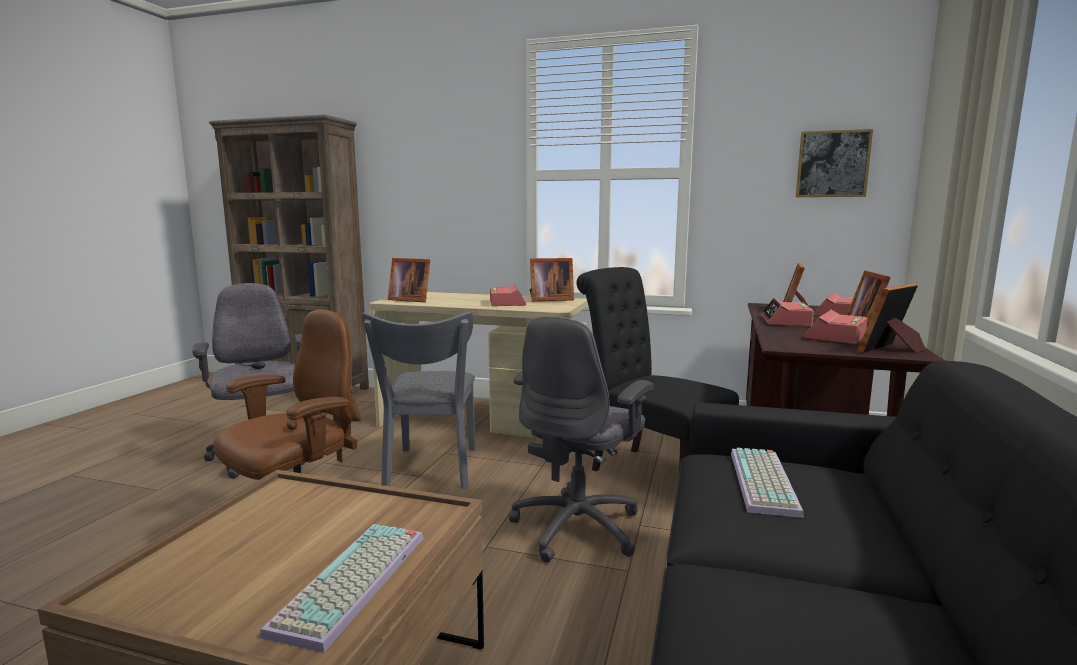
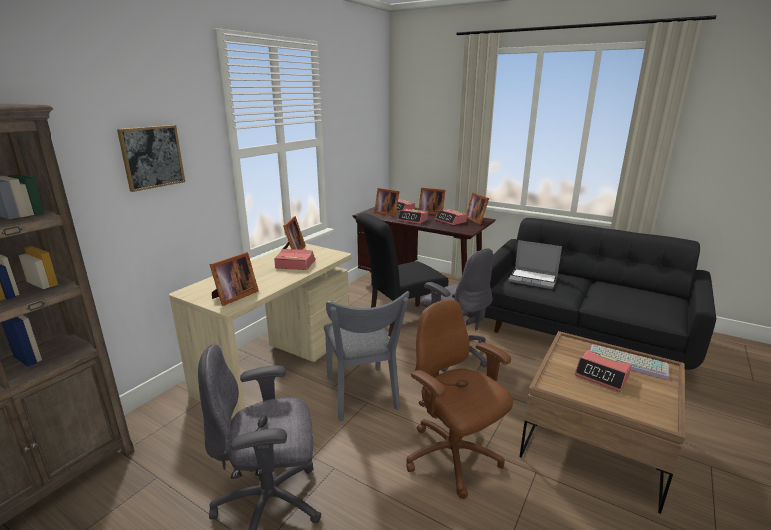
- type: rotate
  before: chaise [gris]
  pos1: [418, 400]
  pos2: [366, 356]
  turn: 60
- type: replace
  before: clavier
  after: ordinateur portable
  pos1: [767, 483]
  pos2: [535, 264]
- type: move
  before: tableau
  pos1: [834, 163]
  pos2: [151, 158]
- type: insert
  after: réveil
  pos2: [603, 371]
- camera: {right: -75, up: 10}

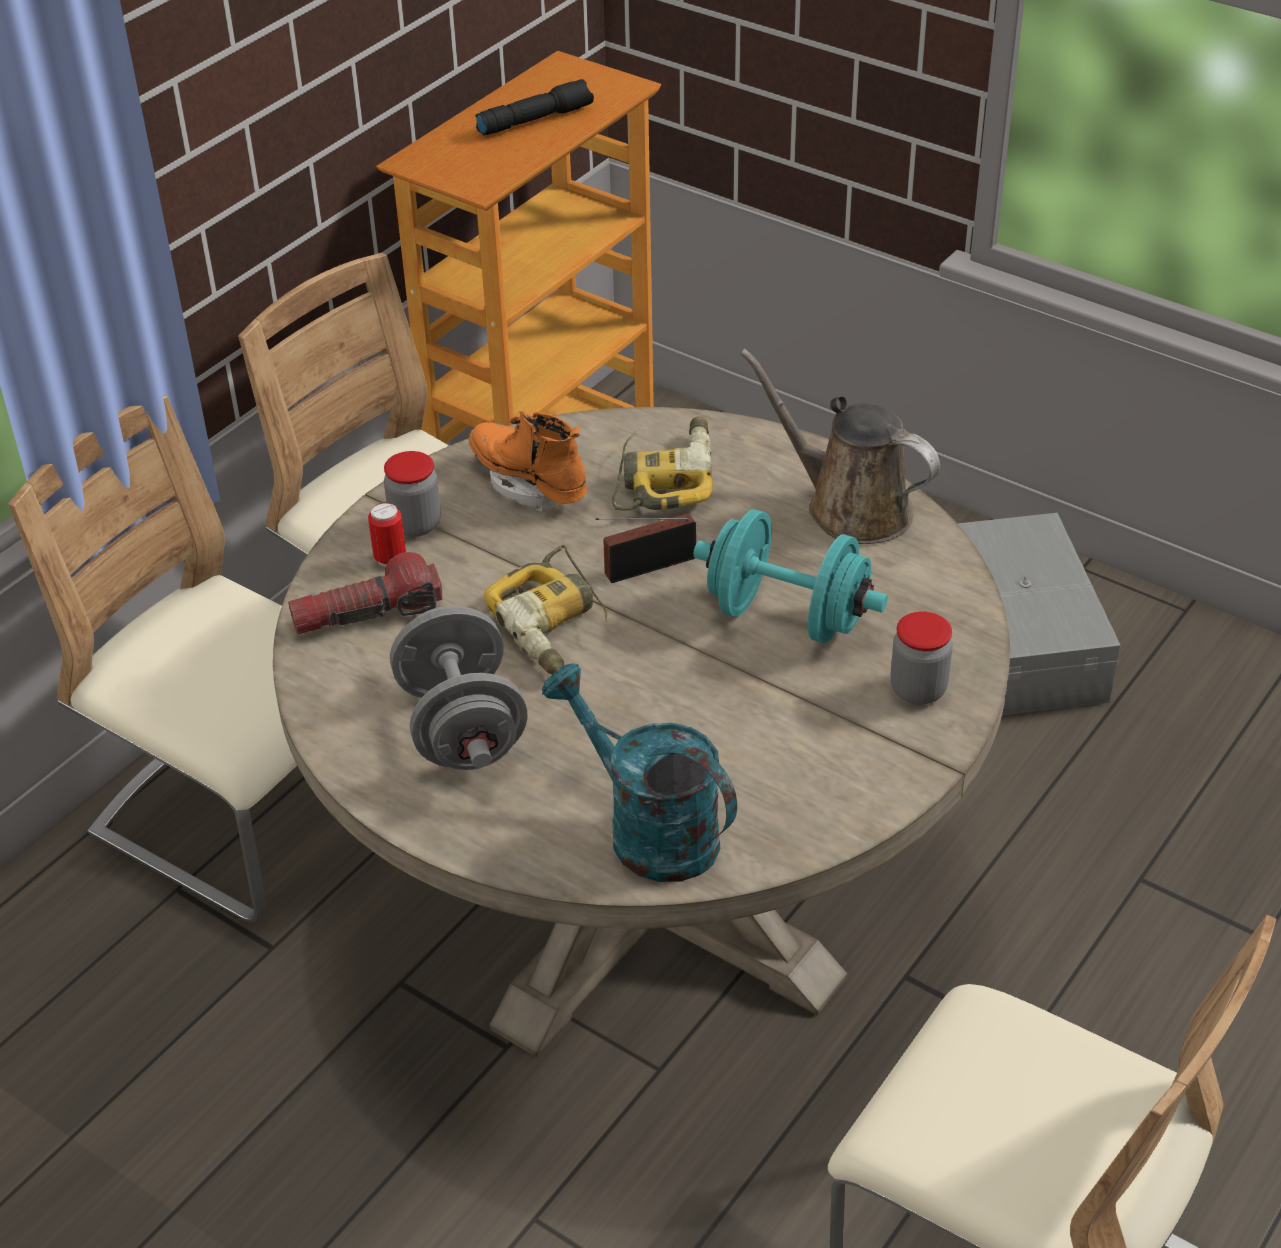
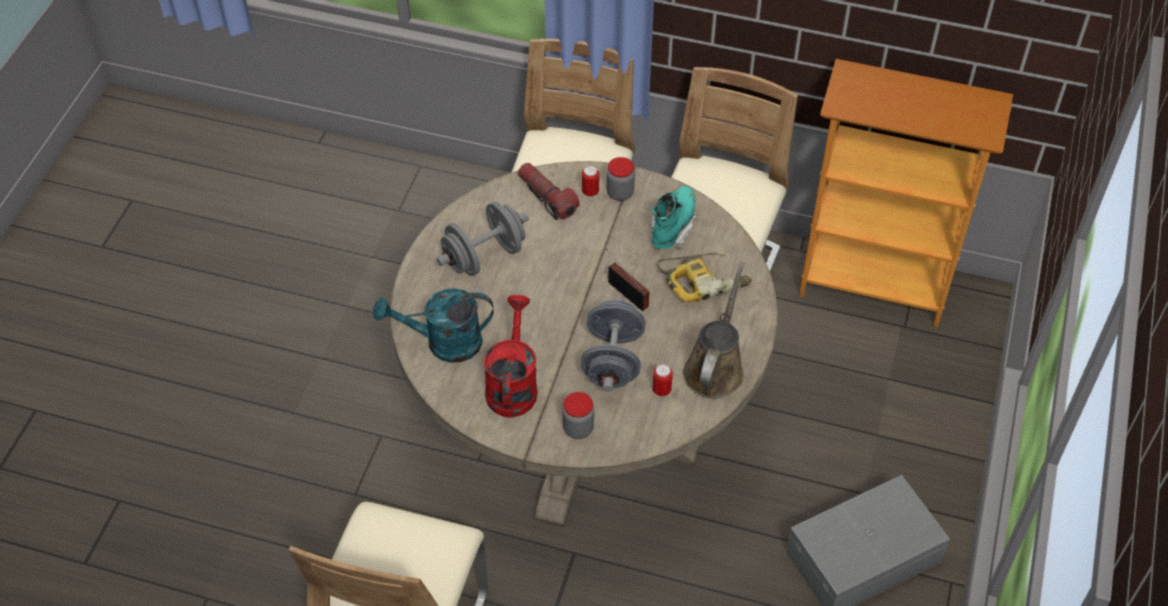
- type: recolor
  before: botte [orange]
  after: botte [turquoise]
  pos1: [527, 461]
  pos2: [674, 217]
- type: delete
  before: lampe de poche [noir]
  pos1: [534, 107]
- type: delete
  before: perceuse
  pos1: [546, 610]
- type: rotate
  before: arrosoir [turquoise]
  pos1: [639, 772]
  pos2: [433, 325]
  turn: -120
- type: recolor
  before: haltère [turquoise]
  after: haltère [gris]
  pos1: [790, 576]
  pos2: [613, 345]
- type: insert
  after: arrosoir [rouge]
  pos2: [511, 356]
- type: insert
  after: boîte métallique
  pos2: [663, 380]
- camera: {right: 70, up: 10}

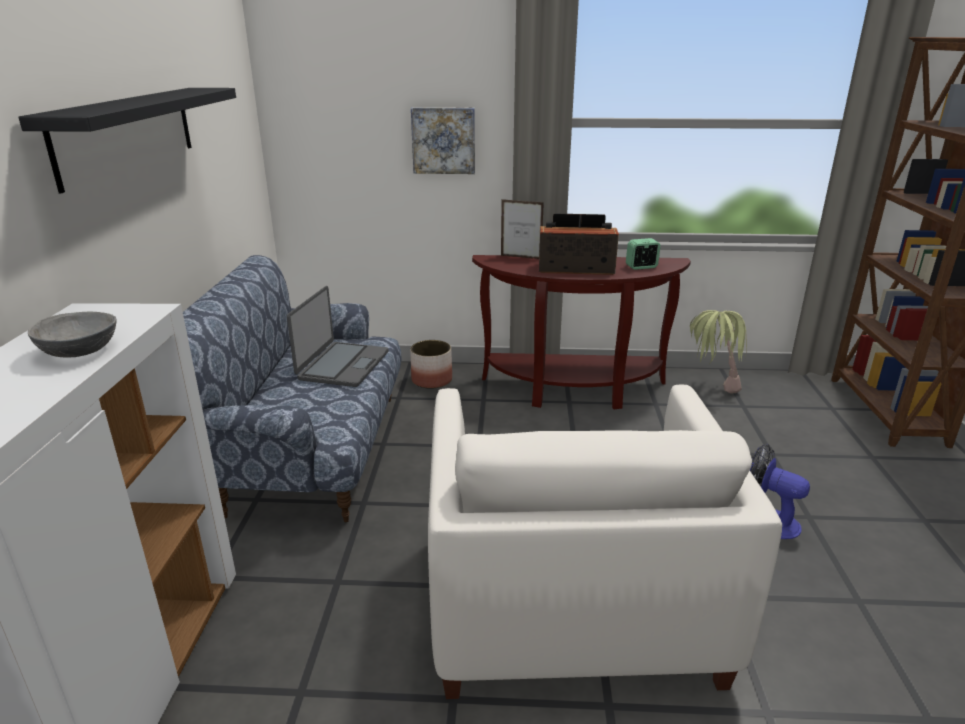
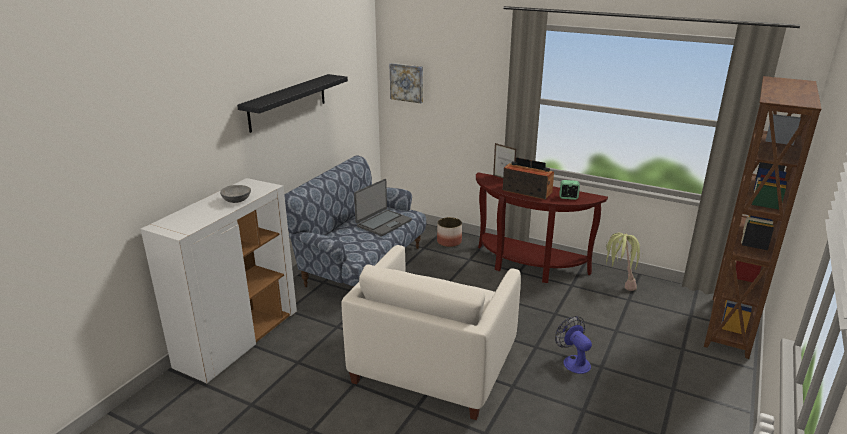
- type: move
  before: tableau
  pos1: [443, 140]
  pos2: [406, 83]
- camera: {right: 25, up: 0}

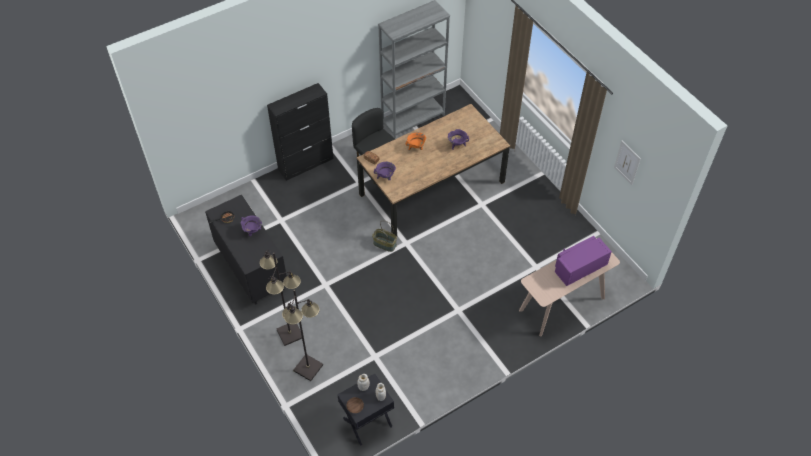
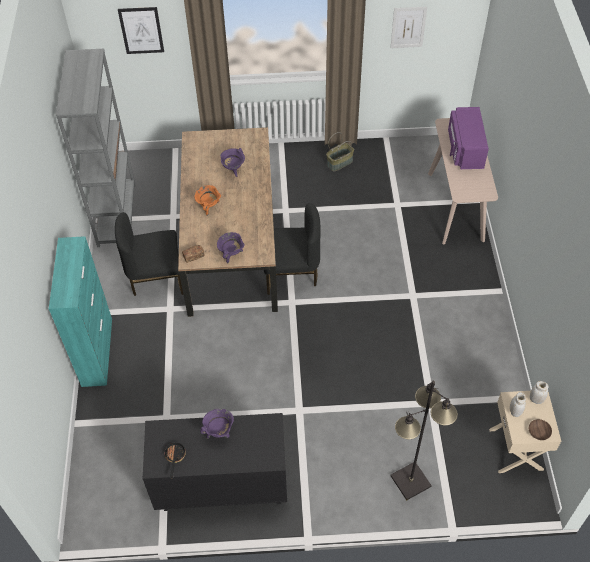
- type: delete
  before: lampadaire [noir]
  pos1: [281, 298]
- type: recolor
  before: meuble de rangement [noir]
  after: meuble de rangement [turquoise]
  pos1: [300, 132]
  pos2: [80, 311]
- type: recolor
  before: table de chevet [noir]
  after: table de chevet [beige]
  pos1: [365, 410]
  pos2: [525, 432]
- type: move
  before: panier
  pos1: [384, 236]
  pos2: [340, 151]
- type: insert
  after: tableau
  pos2: [141, 30]
- type: insert
  after: chaise [noir]
  pos2: [292, 249]
- camera: {right: -60, up: 0}

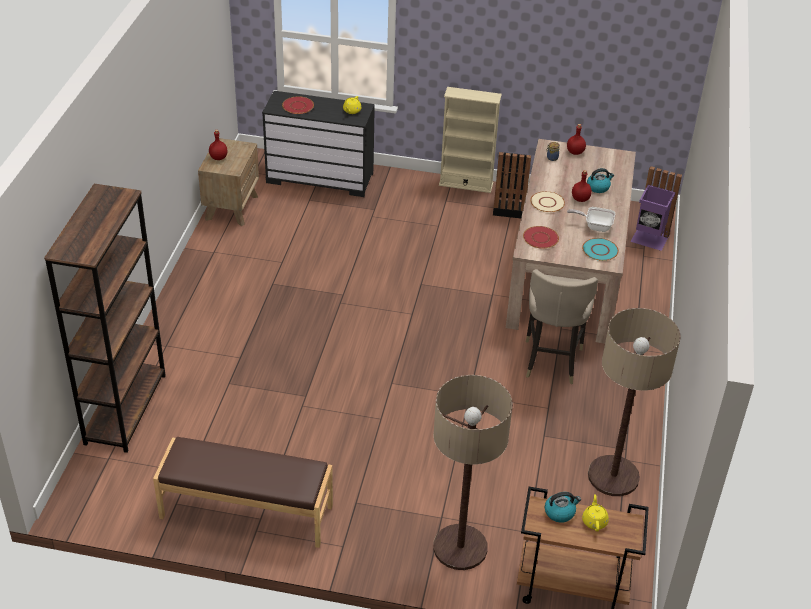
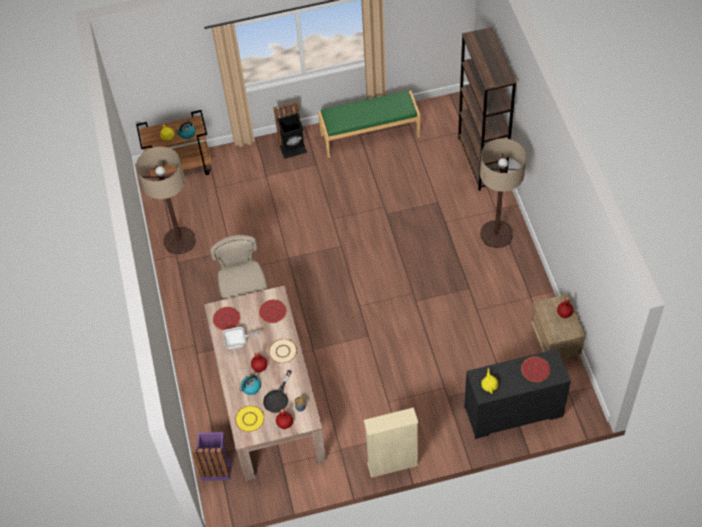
- type: recolor
  before: banc [marron]
  after: banc [vert]
  pos1: [243, 492]
  pos2: [369, 124]
- type: move
  before: lampadaire
  pos1: [473, 472]
  pos2: [503, 193]
- type: move
  before: poubelle [noir]
  pos1: [512, 185]
  pos2: [290, 130]
- type: recolor
  before: assiette [turquoise]
  after: assiette [rouge]
  pos1: [600, 249]
  pos2: [226, 318]
- type: insert
  after: assiette [jaune]
  pos2: [249, 418]
- type: insert
  after: poêle [noir]
  pos2: [277, 391]
- camera: {right: 160, up: 15}

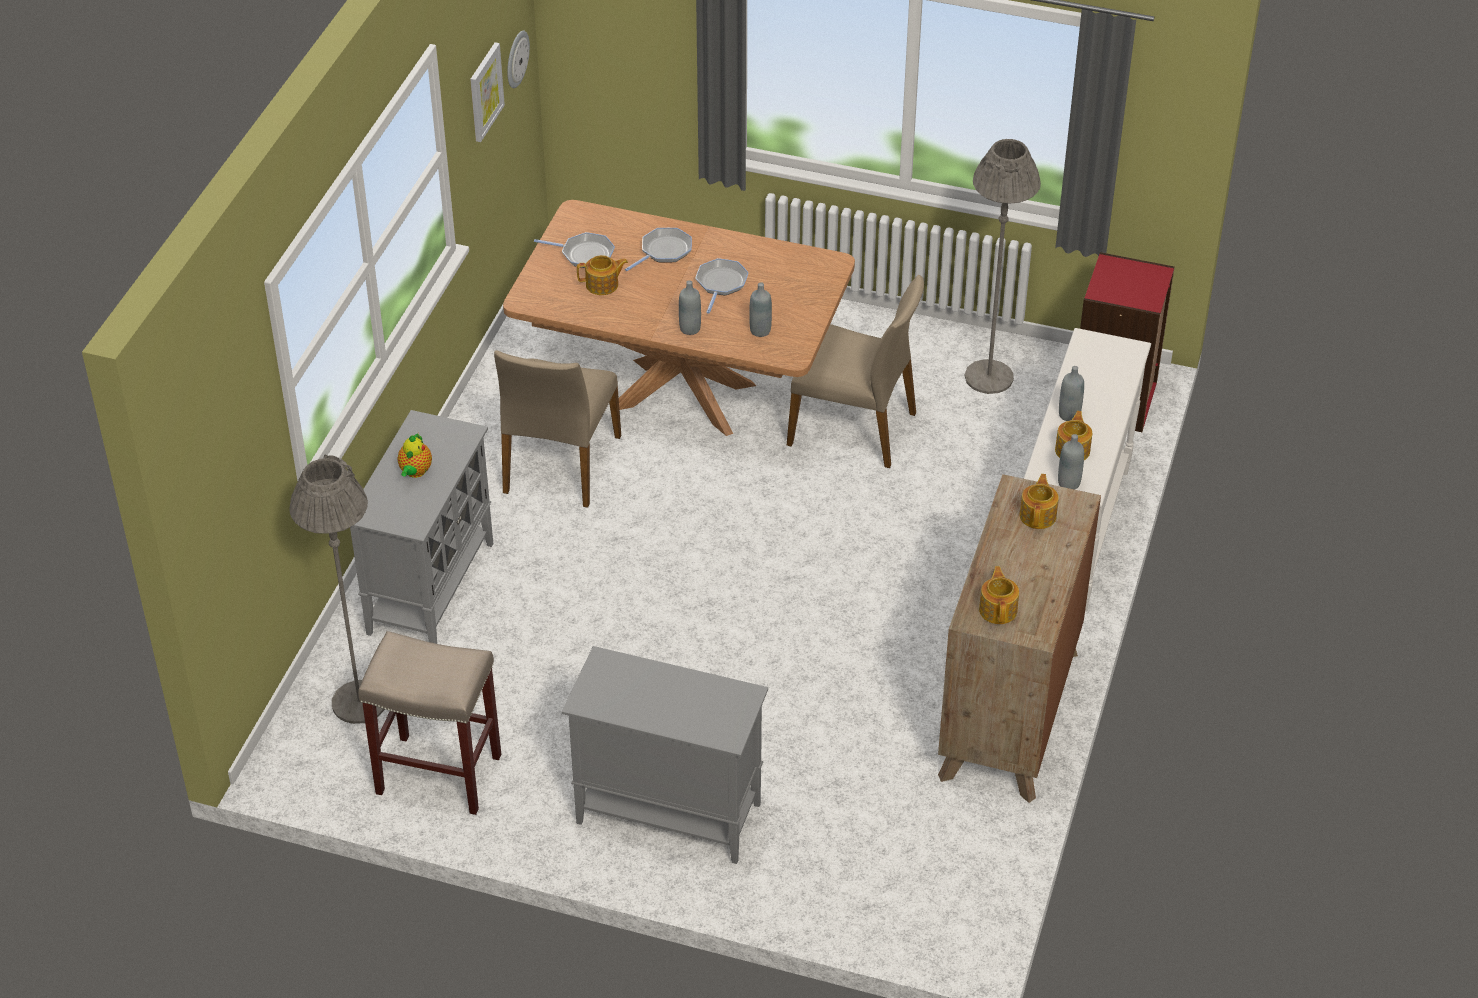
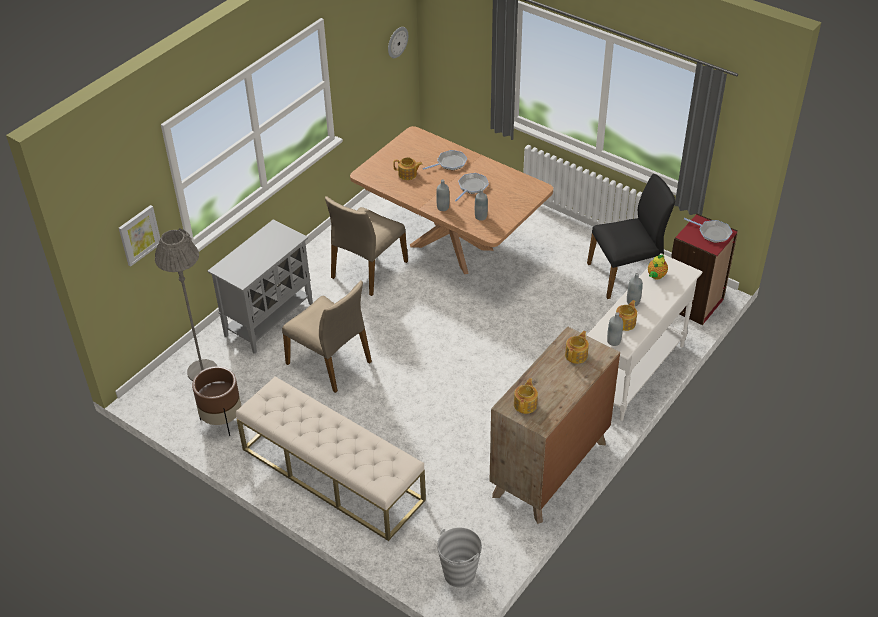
- type: replace
  before: tabouret [beige]
  after: cache-pot [marron]
  pos1: [429, 723]
  pos2: [216, 401]
- type: move
  before: théière
  pos1: [415, 455]
  pos2: [658, 267]
- type: move
  before: tableau
  pos1: [487, 92]
  pos2: [139, 235]
- type: move
  before: poêle
  pos1: [574, 250]
  pos2: [708, 230]
- type: replace
  before: meuble de rangement [gris]
  after: banc [beige]
  pos1: [665, 755]
  pos2: [331, 458]
- type: move
  before: chaise [beige]
  pos1: [855, 371]
  pos2: [327, 336]
- type: replace
  before: lampadaire [gris]
  after: chaise [noir]
  pos1: [1002, 266]
  pos2: [631, 236]
- type: insert
  after: seau [gris]
  pos2: [459, 557]
- camera: {right: 20, up: 0}

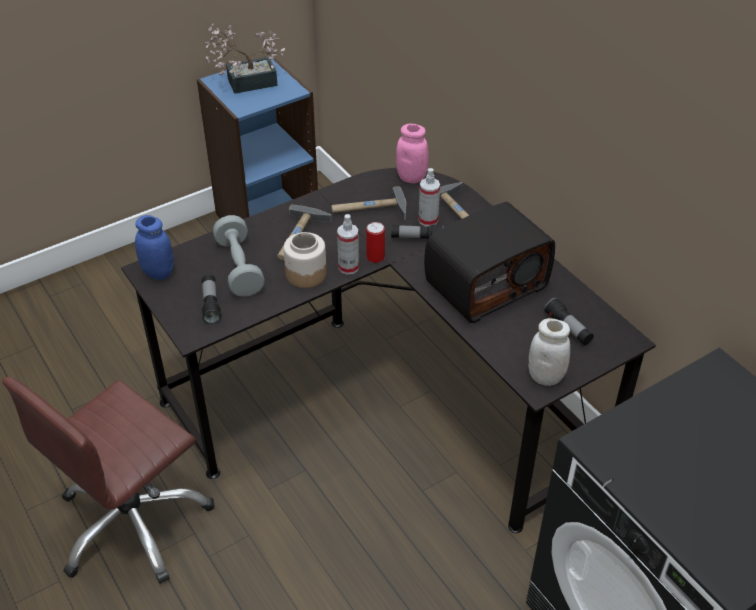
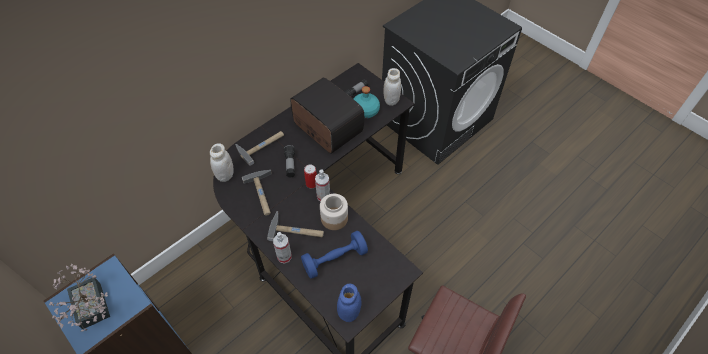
- type: delete
  before: lampe de poche
  pos1: [211, 299]
- type: recolor
  before: haltère [gris]
  after: haltère [bleu]
  pos1: [239, 256]
  pos2: [334, 255]
- type: recolor
  before: bocal [rose]
  after: bocal [blanc]
  pos1: [412, 153]
  pos2: [222, 162]
- type: move
  before: vaporisateur
  pos1: [429, 197]
  pos2: [282, 248]
- type: insert
  after: bouteille [turquoise]
  pos2: [367, 102]
- camera: {right: -100, up: 10}

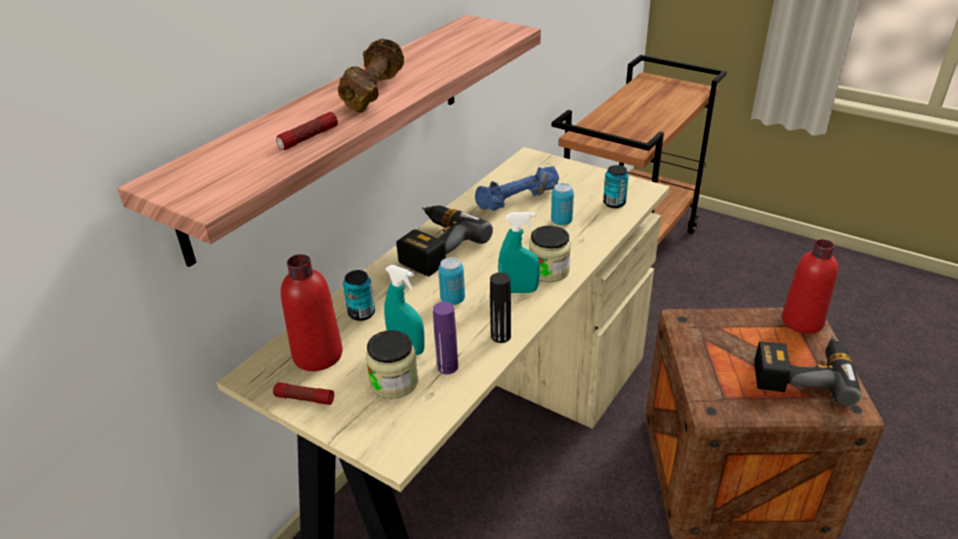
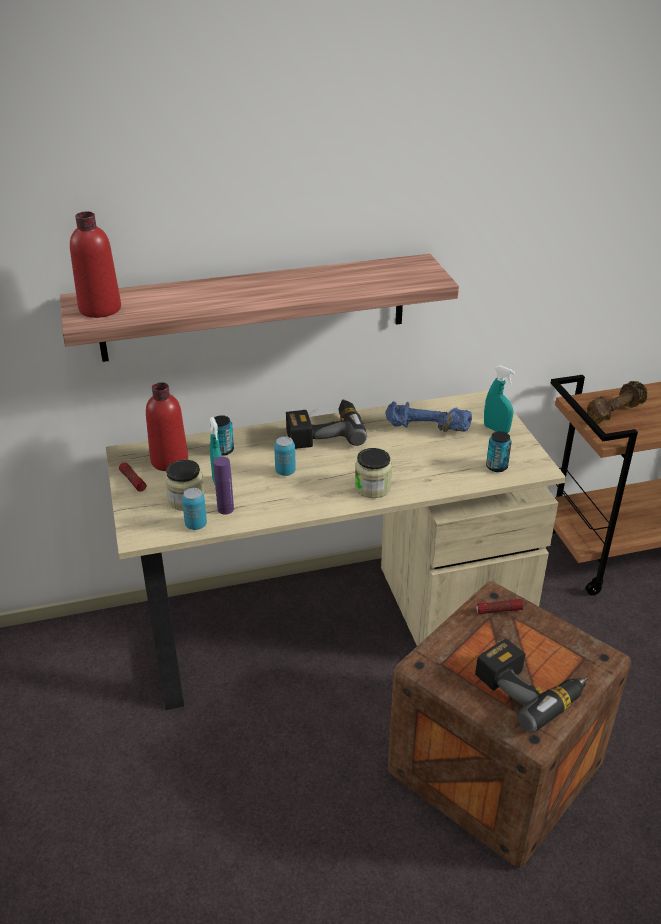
- type: move
  before: lampe de poche
  pos1: [307, 131]
  pos2: [499, 606]
- type: move
  before: haltère [marron]
  pos1: [371, 76]
  pos2: [617, 402]
- type: delete
  before: bouteille [noir]
  pos1: [500, 307]
- type: move
  before: vaporisateur [turquoise]
  pos1: [519, 252]
  pos2: [499, 399]
- type: move
  before: boîte métallique
  pos1: [562, 204]
  pos2: [194, 509]
- type: move
  before: bouteille [rouge]
  pos1: [810, 286]
  pos2: [95, 265]
- camera: {right: 40, up: 0}

